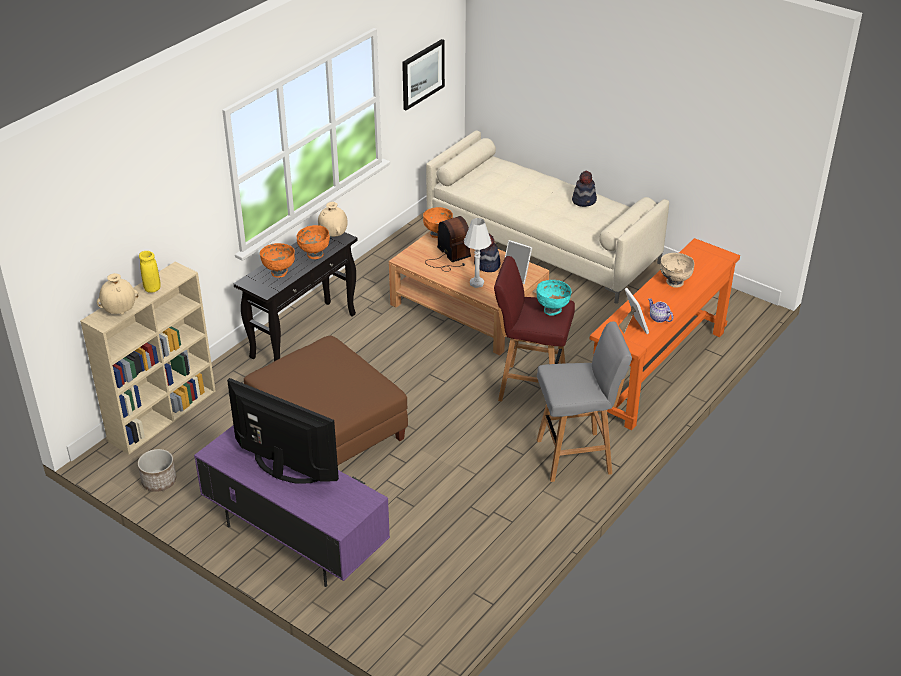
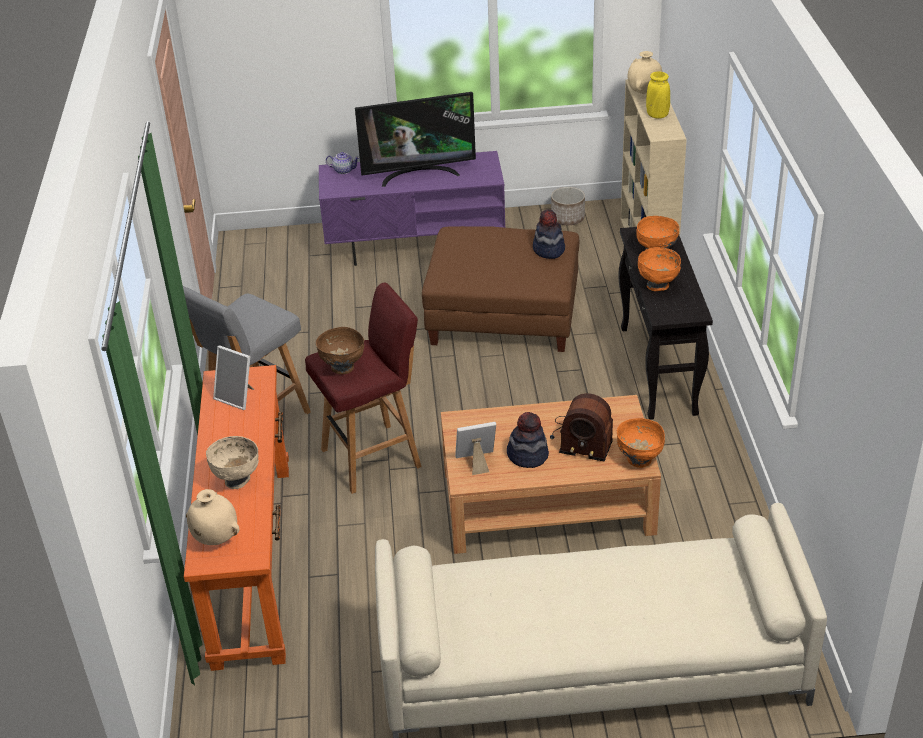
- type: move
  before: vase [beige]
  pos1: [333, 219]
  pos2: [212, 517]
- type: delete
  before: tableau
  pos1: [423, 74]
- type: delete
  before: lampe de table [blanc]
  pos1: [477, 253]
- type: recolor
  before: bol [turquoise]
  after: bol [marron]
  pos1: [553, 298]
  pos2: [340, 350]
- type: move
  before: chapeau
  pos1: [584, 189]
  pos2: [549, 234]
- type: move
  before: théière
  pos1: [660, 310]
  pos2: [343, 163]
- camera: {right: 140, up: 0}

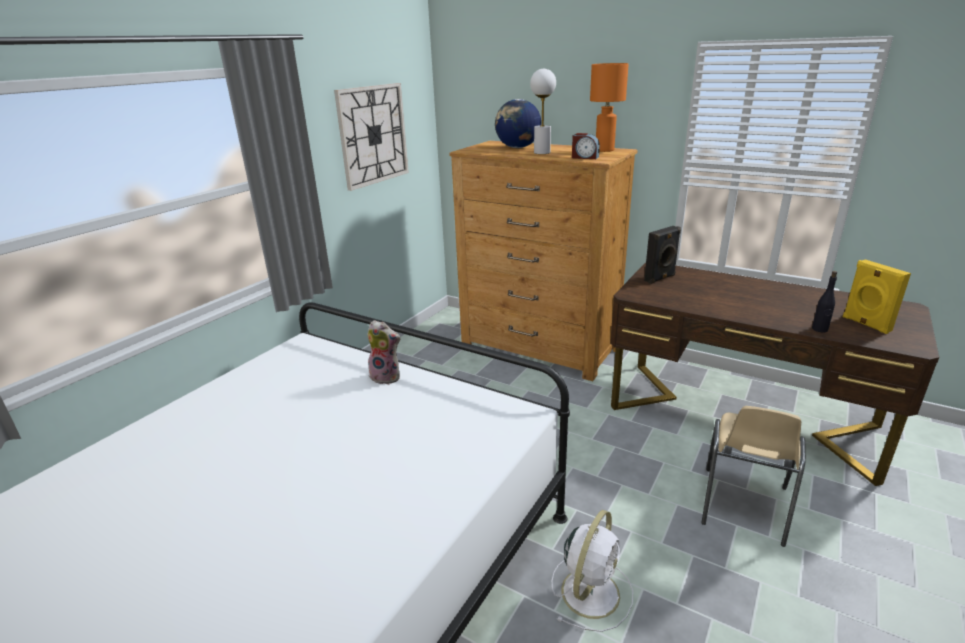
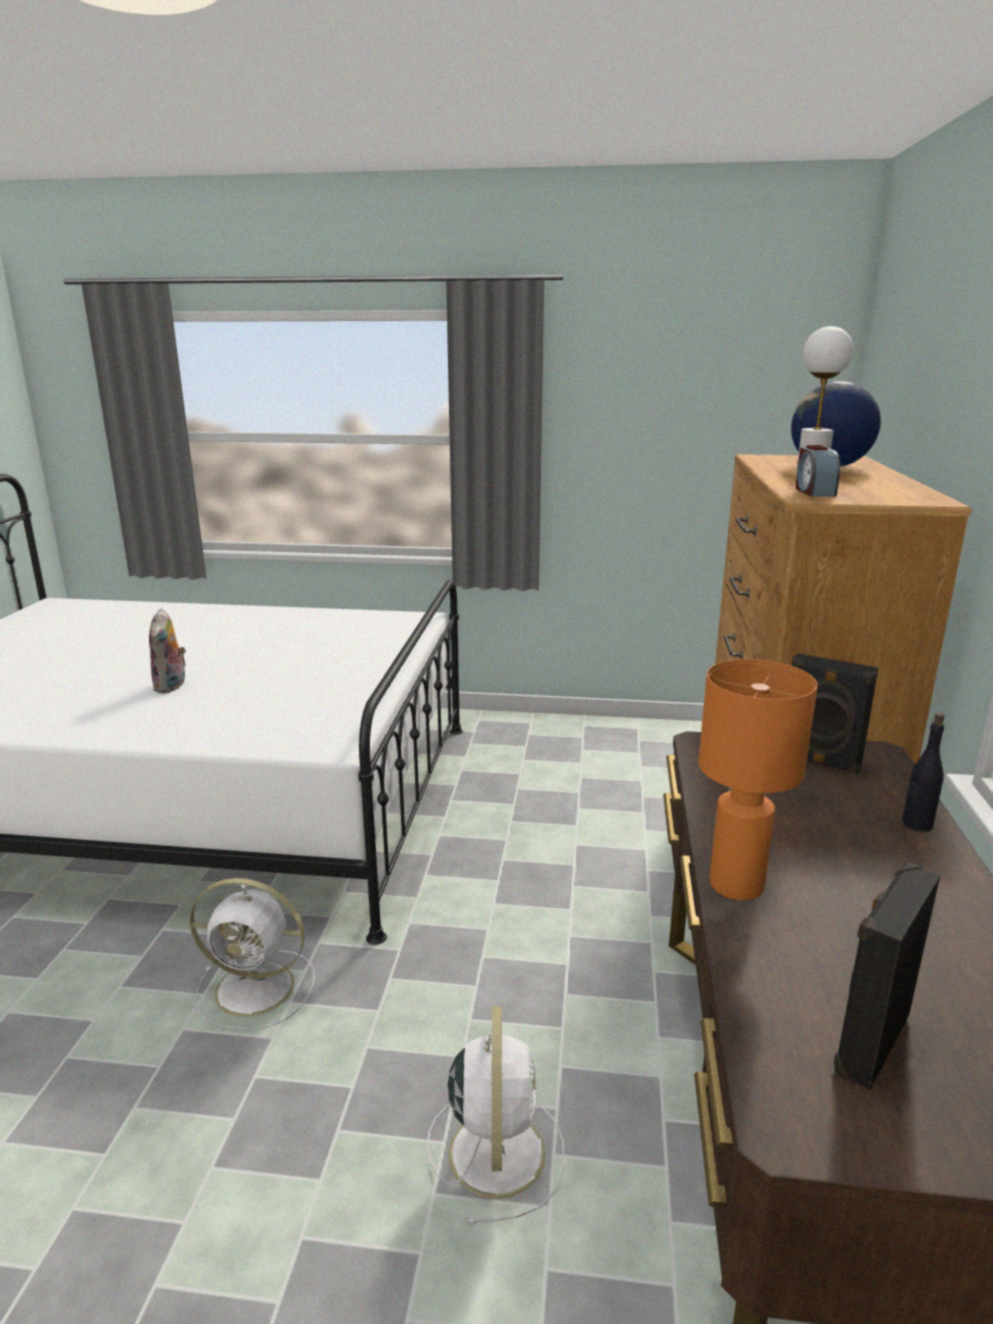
- type: delete
  before: horloge murale
  pos1: [371, 137]
- type: move
  before: peluche
  pos1: [383, 352]
  pos2: [167, 651]
- type: move
  before: lampe de table [orange]
  pos1: [609, 107]
  pos2: [758, 780]
- type: replace
  before: chaise [beige]
  after: ventilateur [blanc]
  pos1: [753, 476]
  pos2: [496, 1115]
- type: move
  before: bouteille [noir]
  pos1: [824, 301]
  pos2: [923, 772]
- type: recolor
  before: enceinte [jaune]
  after: enceinte [noir]
  pos1: [877, 297]
  pos2: [887, 976]
- camera: {right: 65, up: -5}

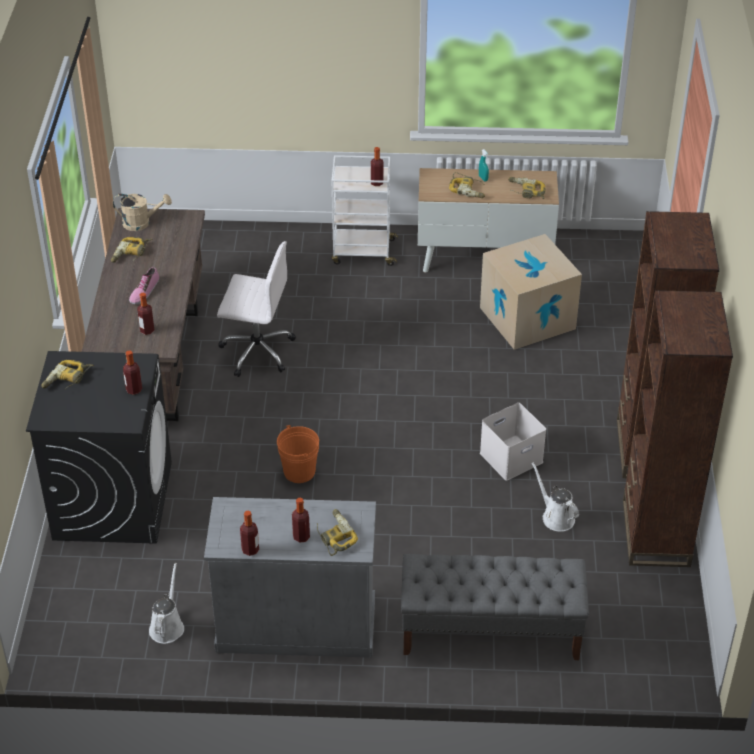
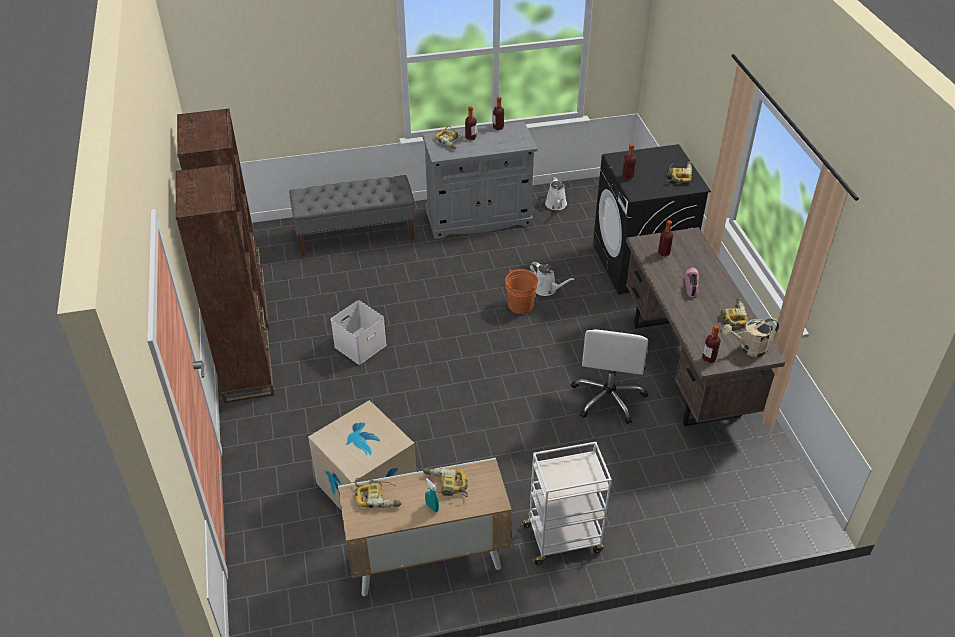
- type: rotate
  before: chaise de bureau [blanc]
  pos1: [256, 309]
  pos2: [609, 376]
  turn: -75
- type: move
  before: bouteille
  pos1: [377, 166]
  pos2: [711, 344]
- type: move
  before: arrosoir [blanc]
  pos1: [555, 497]
  pos2: [552, 279]
- camera: {right: 165, up: 0}

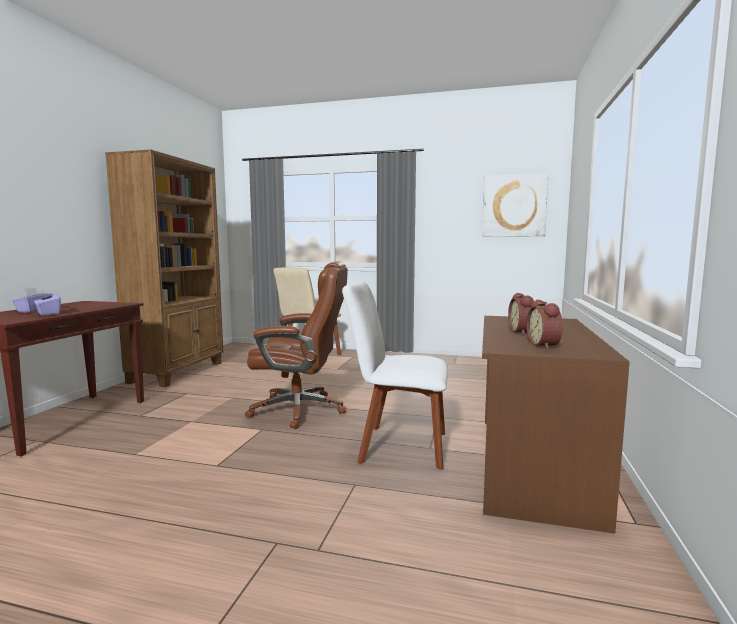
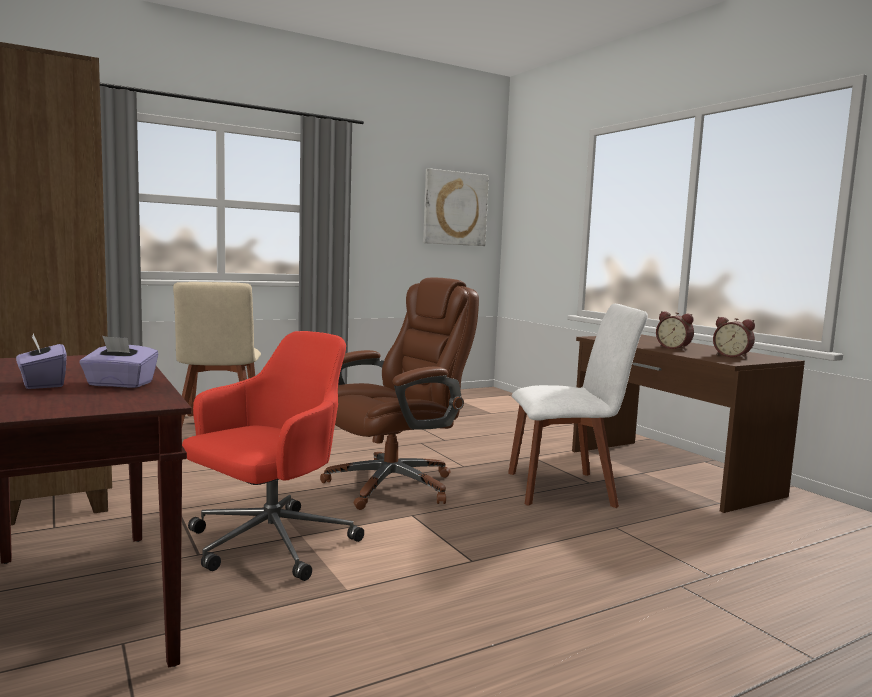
- type: rotate
  before: chaise [blanc]
  pos1: [395, 375]
  pos2: [578, 406]
  turn: -150
- type: insert
  after: chaise de bureau [rouge]
  pos2: [273, 456]
- camera: {right: -45, up: 0}

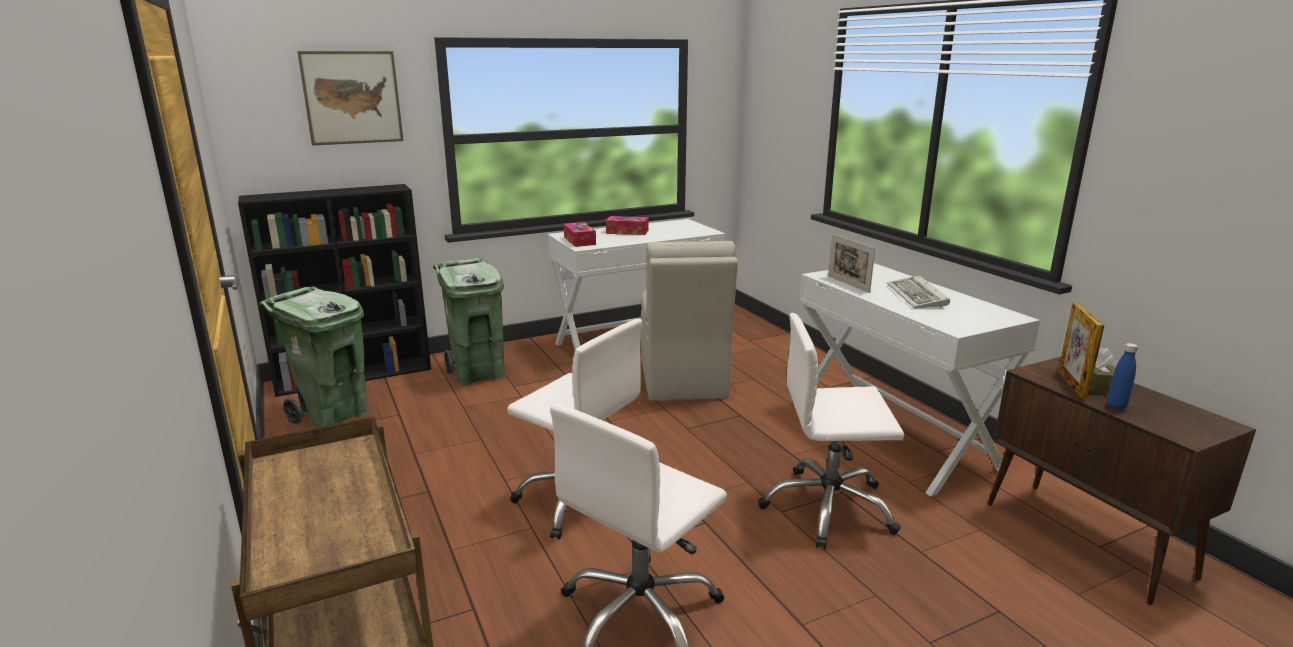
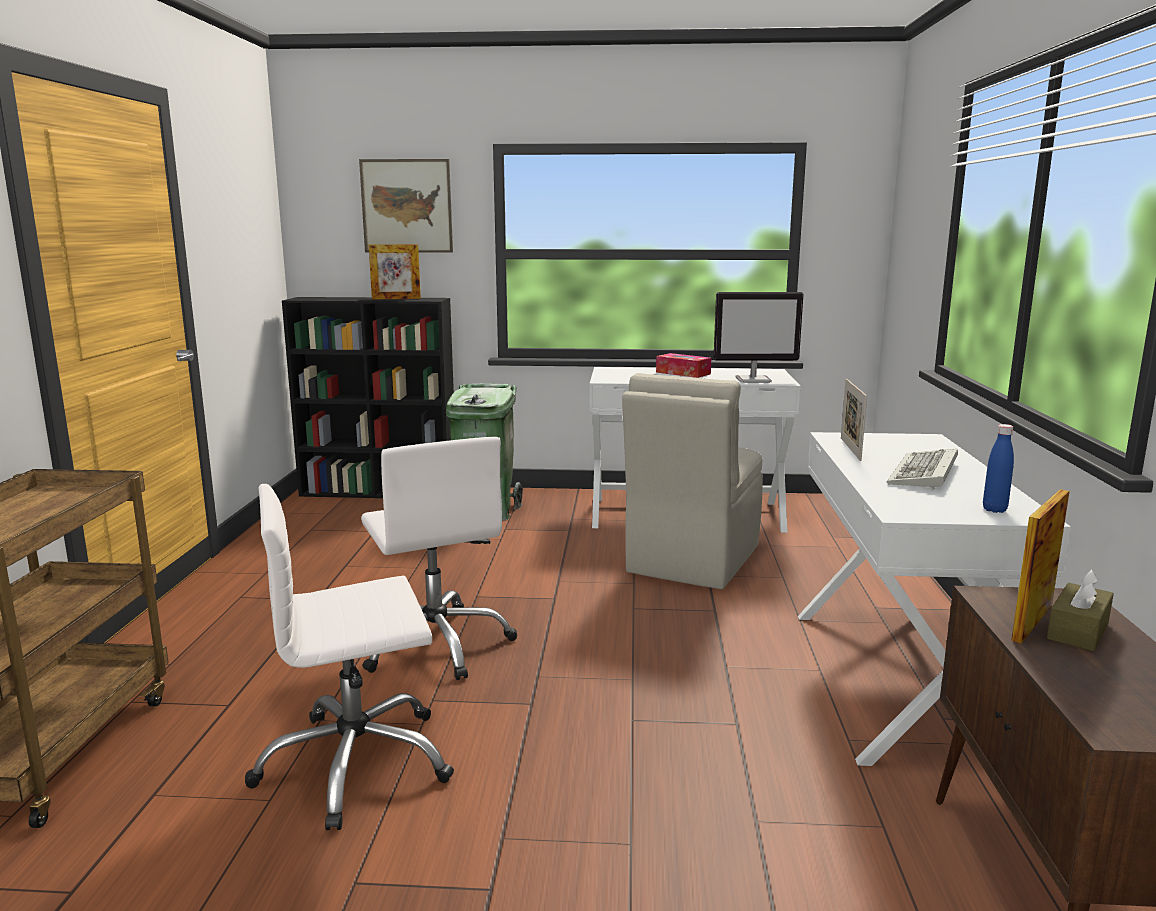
- type: delete
  before: poubelle [vert]
  pos1: [314, 357]
- type: delete
  before: boîte à mouchoirs
  pos1: [580, 234]
- type: delete
  before: chaise de bureau [blanc]
  pos1: [831, 431]
- type: move
  before: bouteille [bleu]
  pos1: [1122, 376]
  pos2: [998, 468]
- type: insert
  after: cadre photo
  pos2: [395, 271]
- type: insert
  after: écran d'ordinateur
  pos2: [759, 337]
- camera: {right: 30, up: -5}

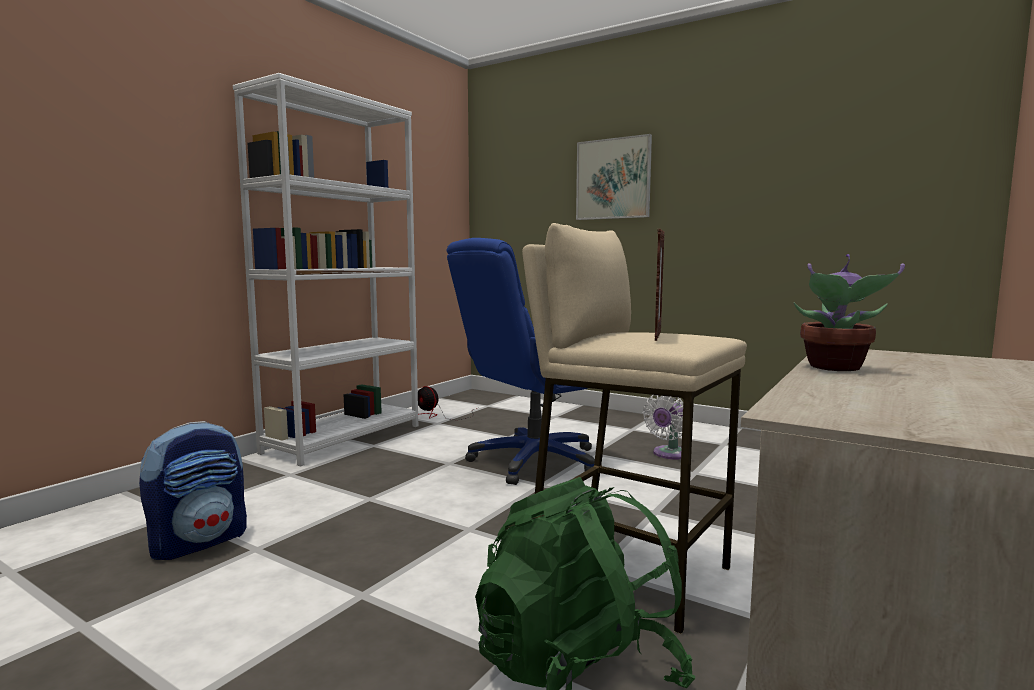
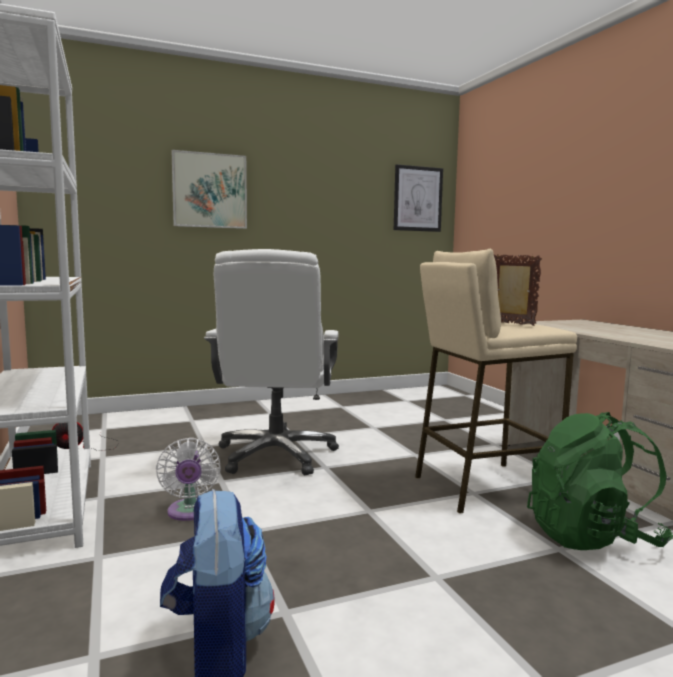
- type: recolor
  before: chaise de bureau [bleu]
  after: chaise de bureau [blanc]
  pos1: [520, 361]
  pos2: [271, 362]
- type: move
  before: ventilateur [blanc]
  pos1: [663, 427]
  pos2: [188, 479]
- type: delete
  before: plante en pot
  pos1: [849, 312]
- type: insert
  after: tableau
  pos2: [418, 198]
- camera: {right: -55, up: 0}

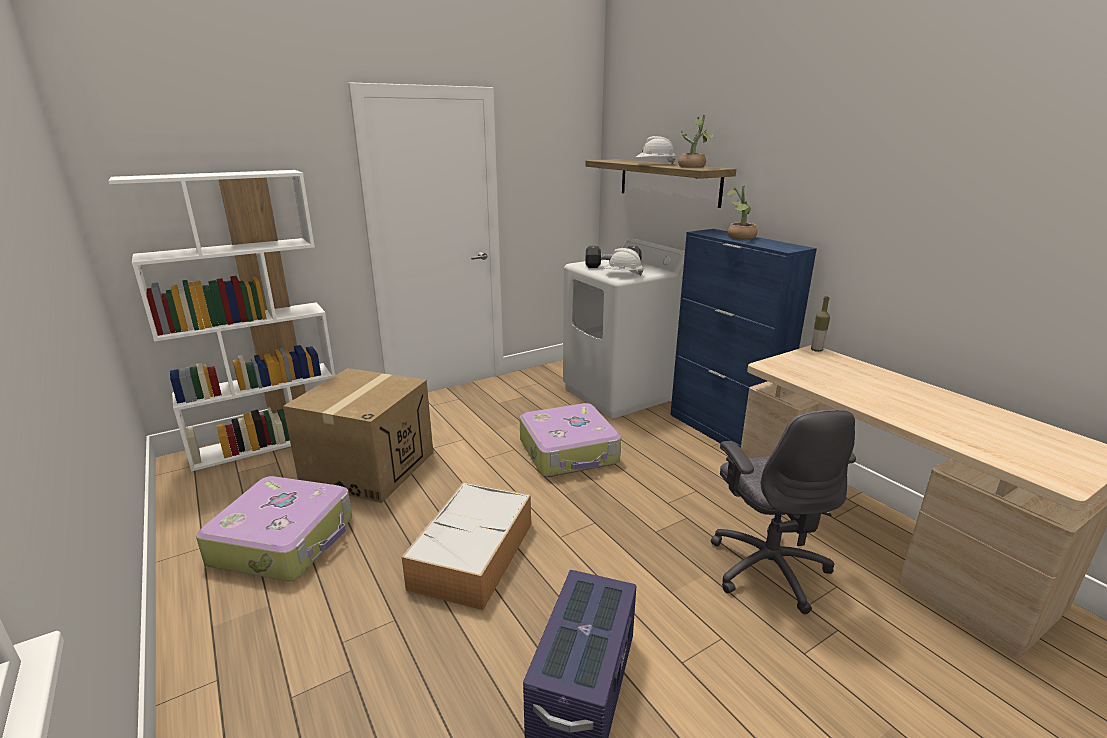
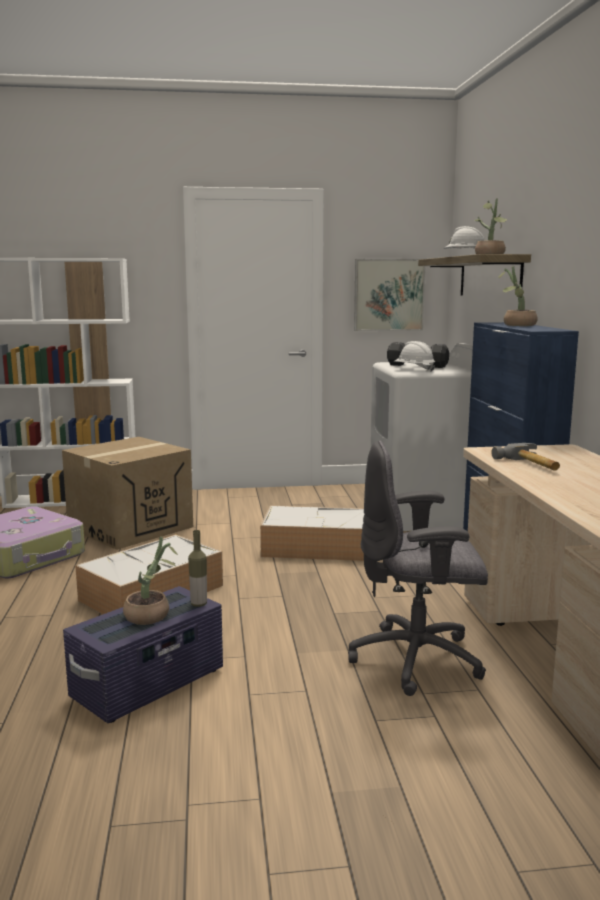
- type: replace
  before: valise
  after: boîte de rangement
  pos1: [570, 440]
  pos2: [312, 533]
- type: rotate
  before: chaise de bureau [gris]
  pos1: [783, 511]
  pos2: [418, 568]
  turn: 75
- type: move
  before: bouteille
  pos1: [820, 324]
  pos2: [197, 568]
- type: insert
  after: plante en pot
  pos2: [150, 581]
- type: insert
  after: tableau
  pos2: [390, 295]
- type: insert
  after: marteau
  pos2: [525, 456]
- camera: {right: 25, up: -10}

